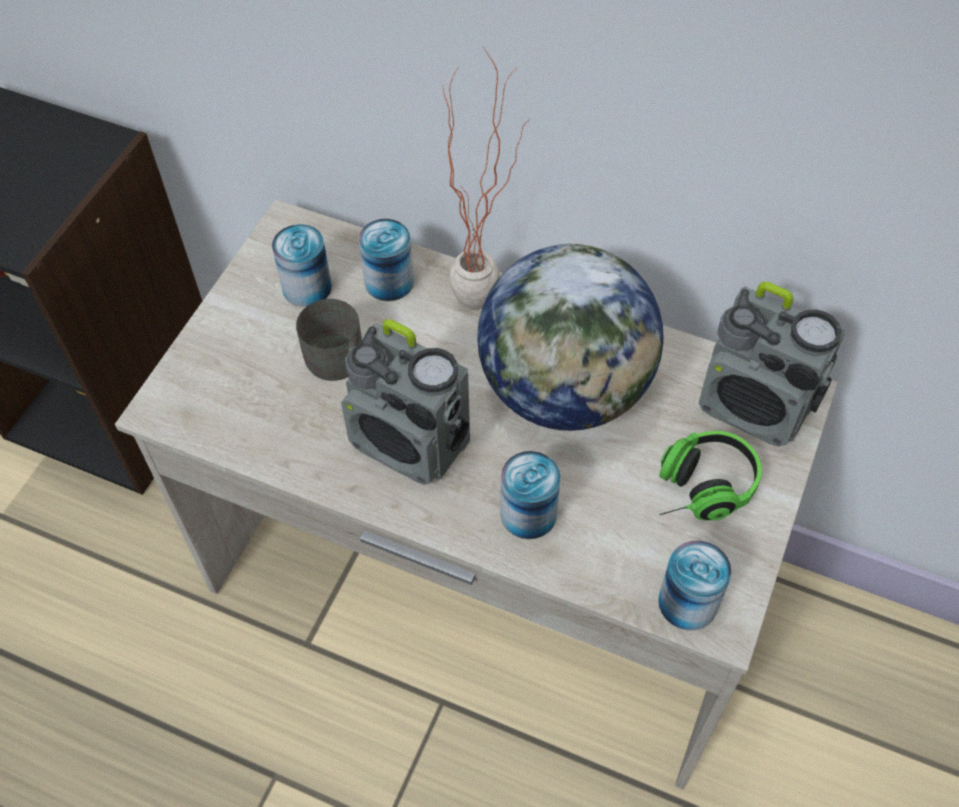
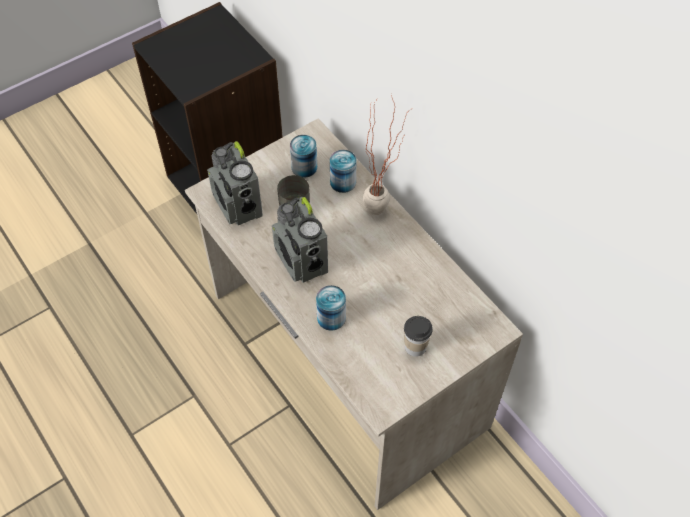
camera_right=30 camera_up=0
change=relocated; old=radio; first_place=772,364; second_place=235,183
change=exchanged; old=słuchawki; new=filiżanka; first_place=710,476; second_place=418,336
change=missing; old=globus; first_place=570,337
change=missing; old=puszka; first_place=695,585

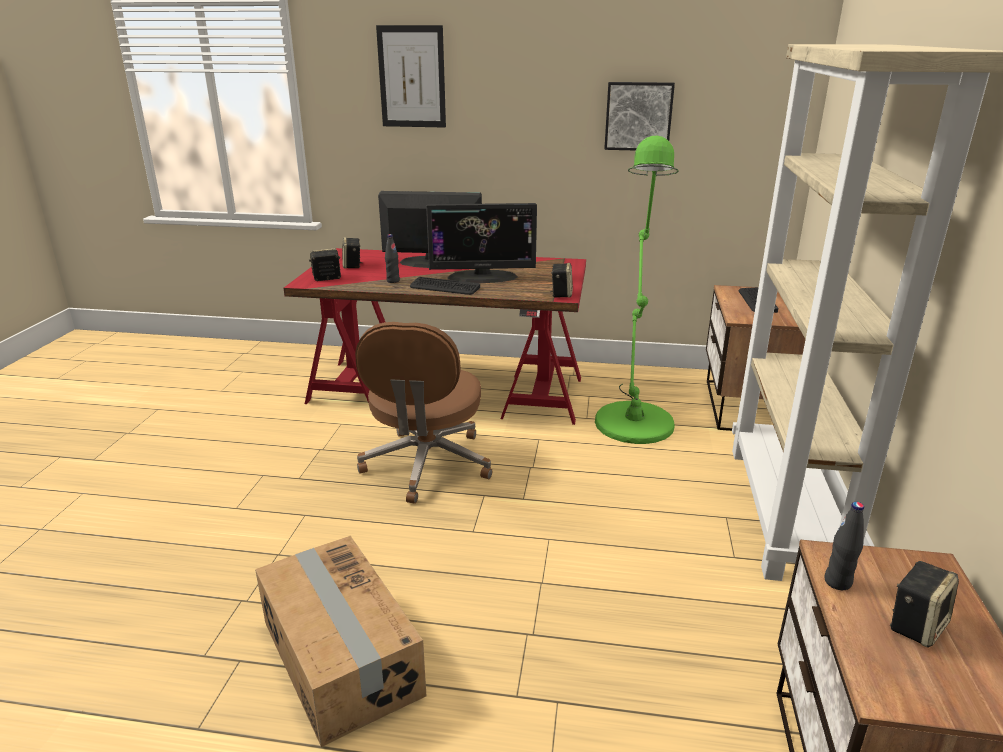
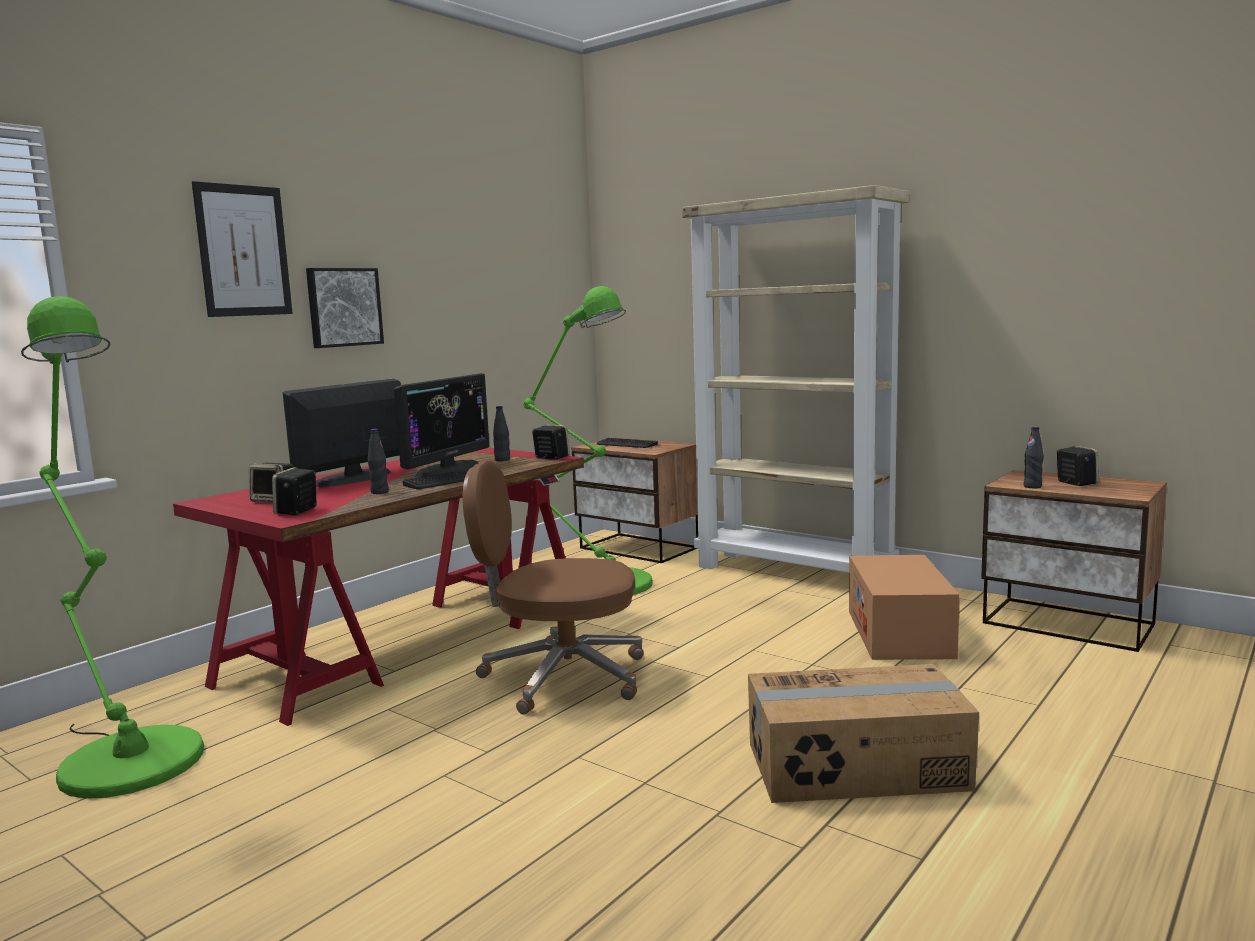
camera_right=-60 camera_up=-15
change=appeared; new=lampa stojąca (zielony); second_place=112,547
change=relocated; old=obraz; first_place=639,116; second_place=345,308
change=spun; old=krzesło biurowe (brązowy); first_place=423,413; second_place=553,587; degrees=150
change=appeared; new=butelka (czarny); second_place=501,433
change=appeared; new=karton; second_place=904,607

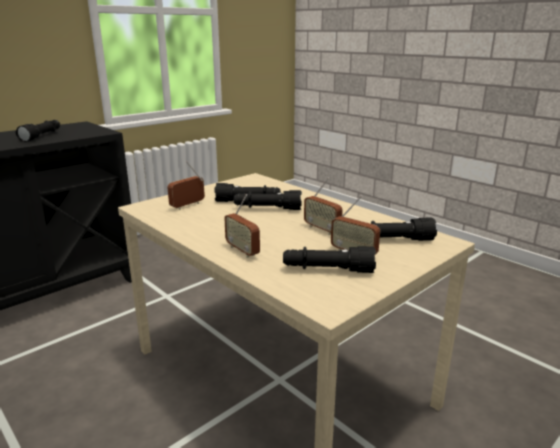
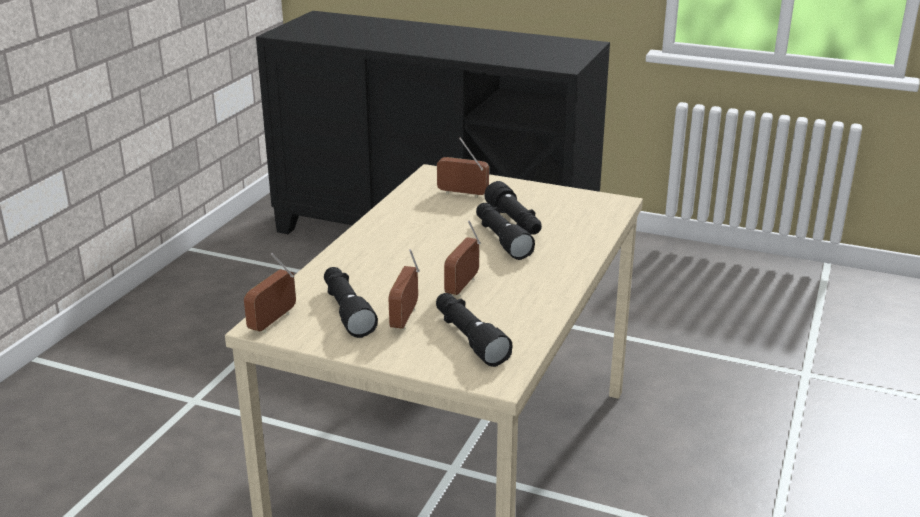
camera_right=65 camera_up=5
change=relocated; old=radio; first_place=242,226; second_place=270,293
change=missing; old=latarka (czarny); first_place=38,131

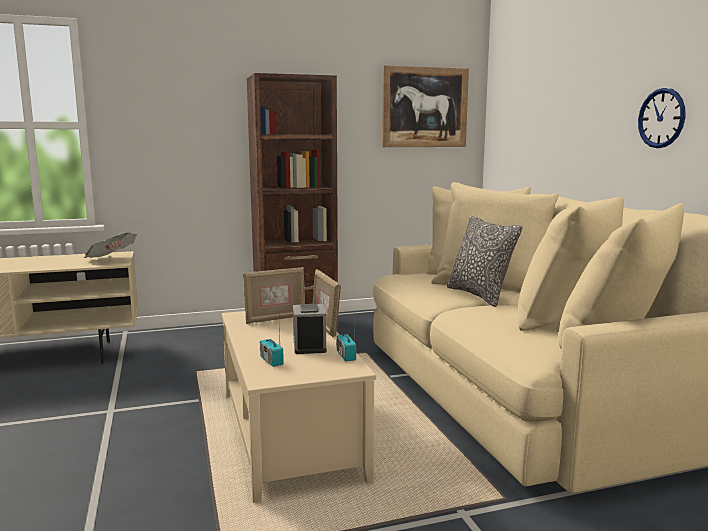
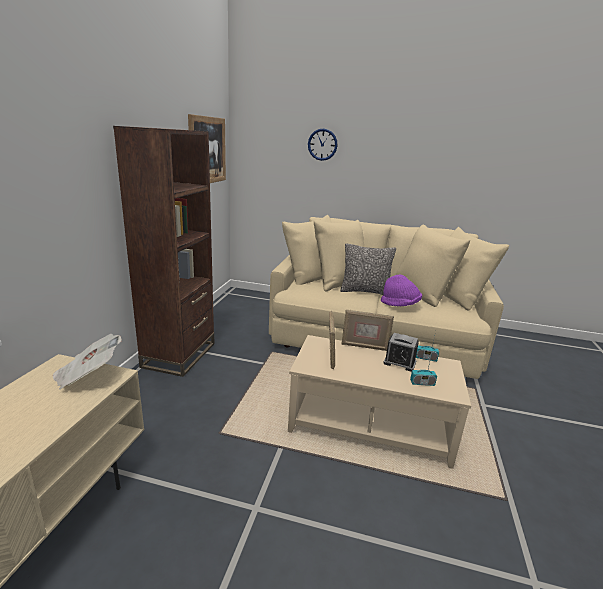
camera_right=-60 camera_up=10
change=relocated; old=zegar ścienny; first_place=661,118; second_place=322,144
change=appeared; new=kapelusz (fioletowy); second_place=401,290

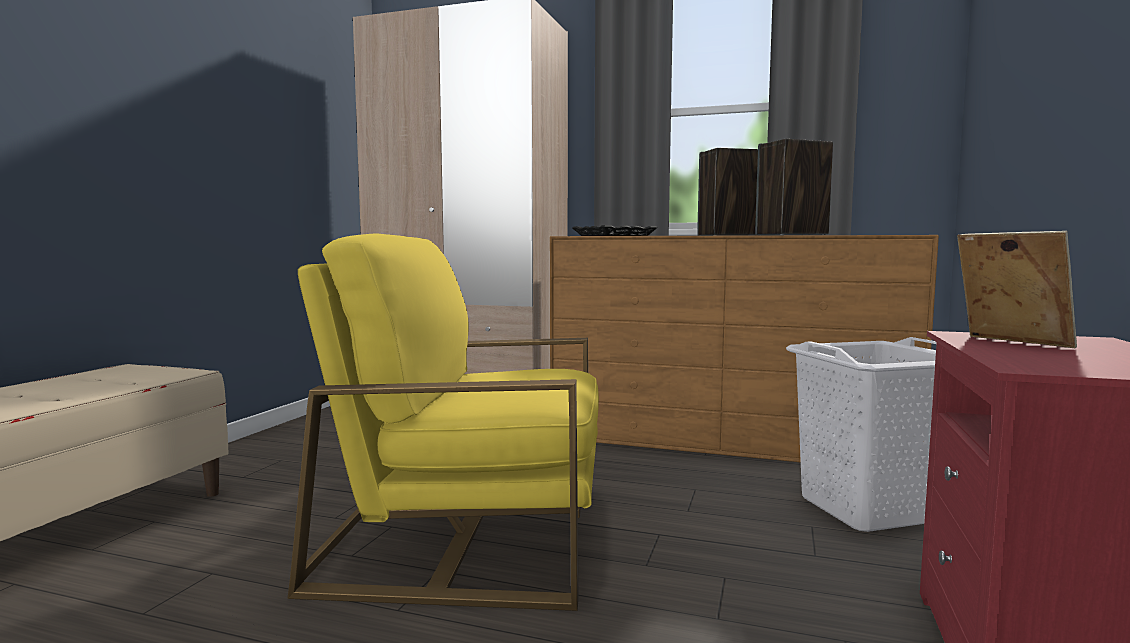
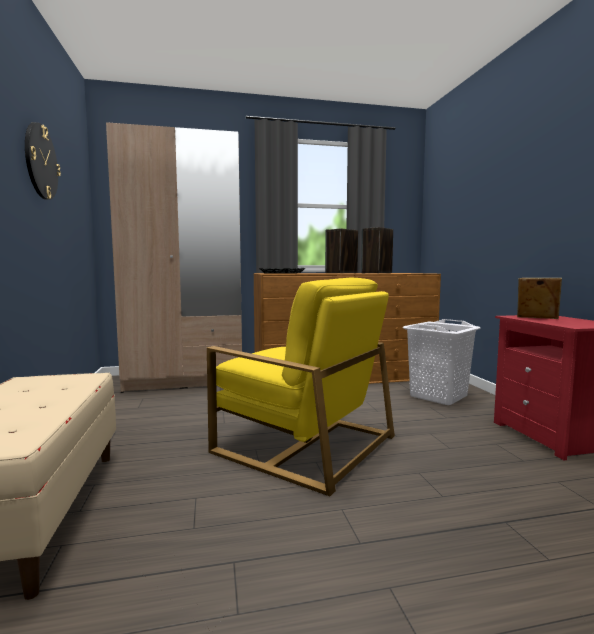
camera_right=-30 camera_up=0
change=appeared; new=zegar ścienny; second_place=43,161
change=spun; old=fotel (żółty); first_place=443,422; second_place=301,386; degrees=-120

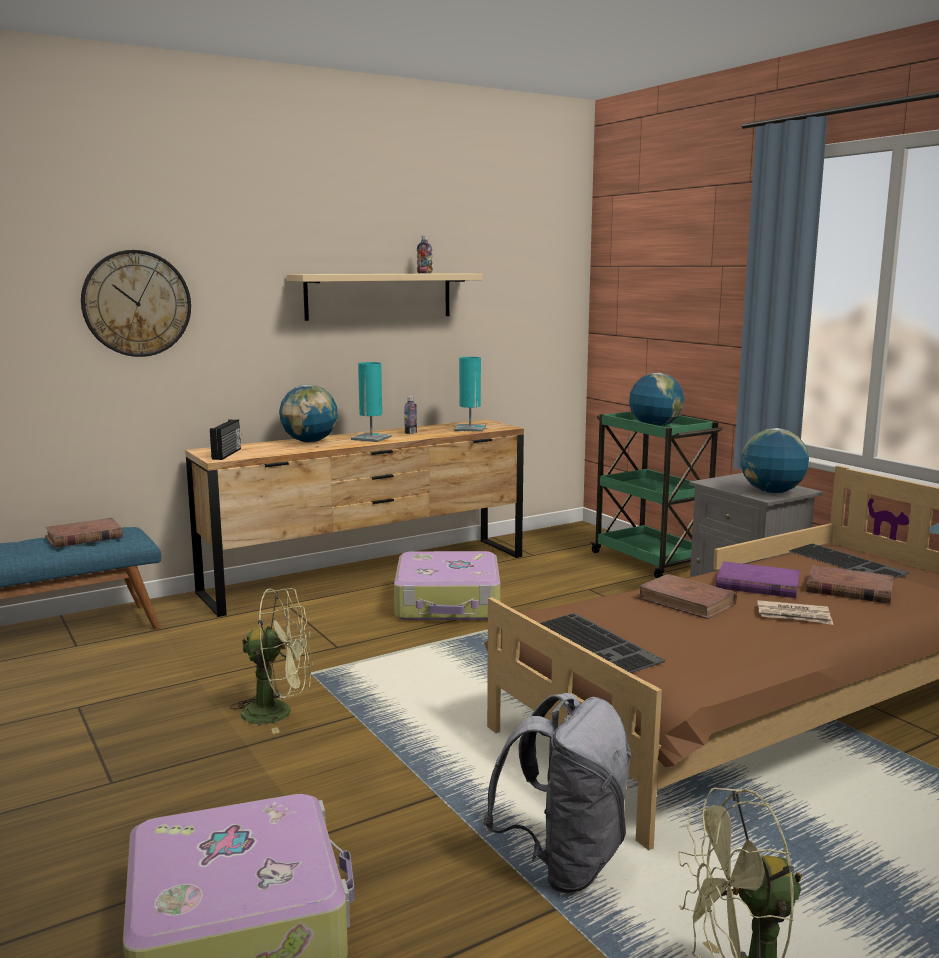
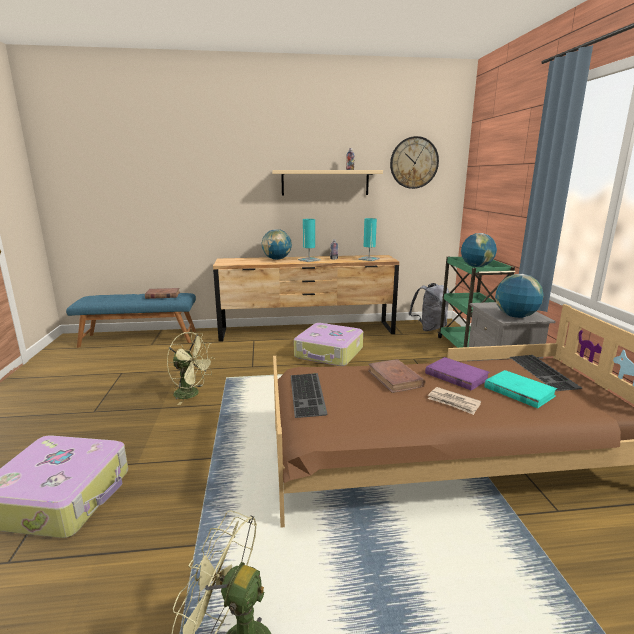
camera_right=25 camera_up=5
change=relocated; old=zegar ścienny; first_place=136,303; second_place=414,162
change=relocated; old=plecak (szary); first_place=557,793; second_place=429,307
change=colour; old=książka (brązowy); new=książka (turkusowy); first_place=850,584; second_place=520,389
change=missing; old=radio; first_place=225,440

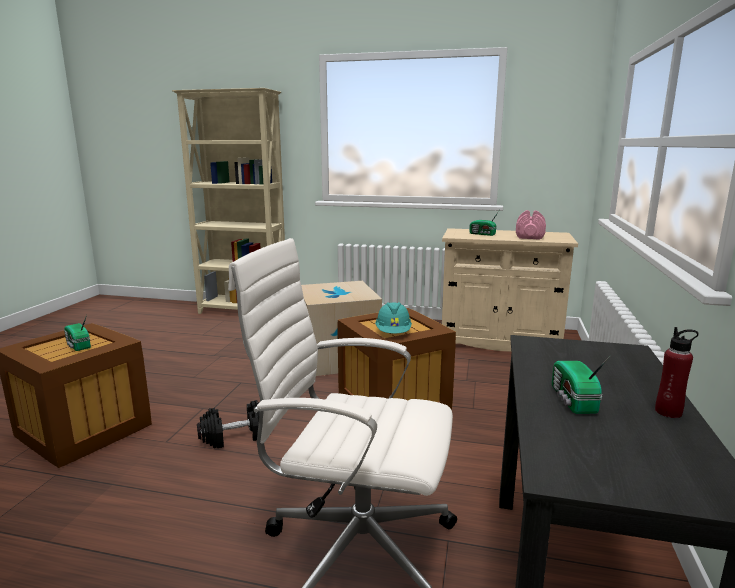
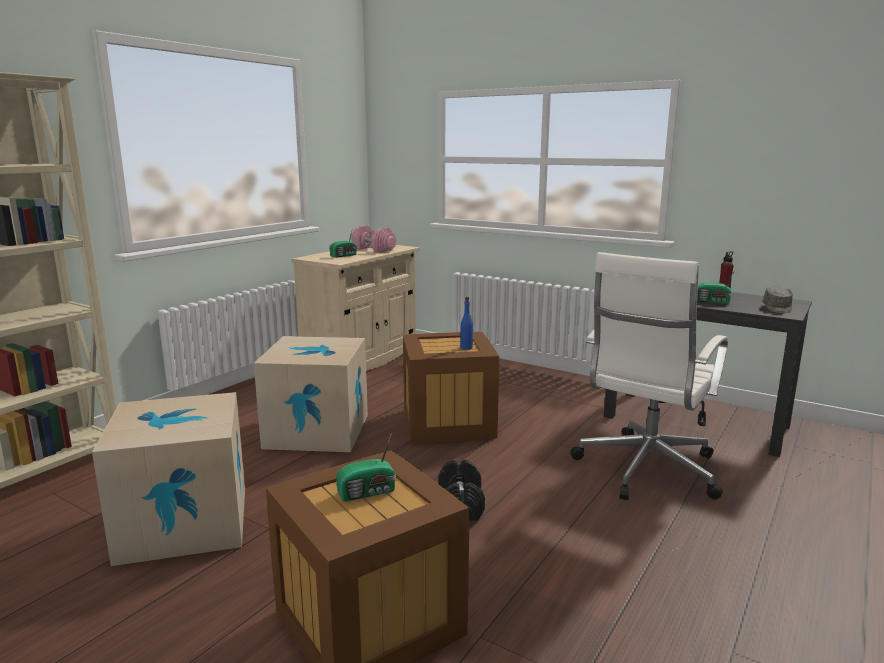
camera_right=-70 camera_up=0
change=appeared; new=karton; second_place=168,479
change=exchanged; old=kask (turkusowy); new=butelka (niebieski); first_place=393,318; second_place=466,323
change=appeared; new=czapka z daszkiem (szary); second_place=778,299

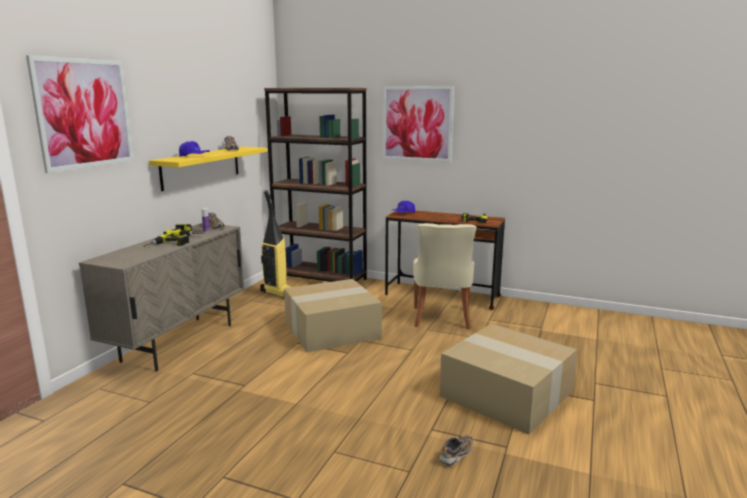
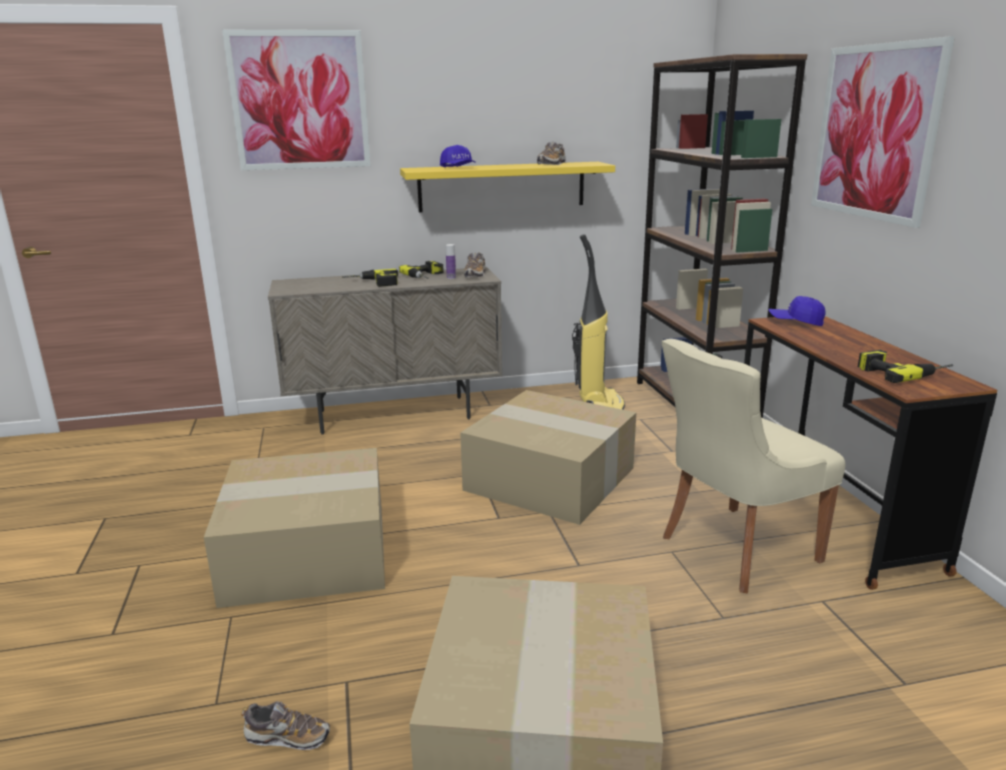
camera_right=55 camera_up=5
change=appeared; new=karton; second_place=294,528

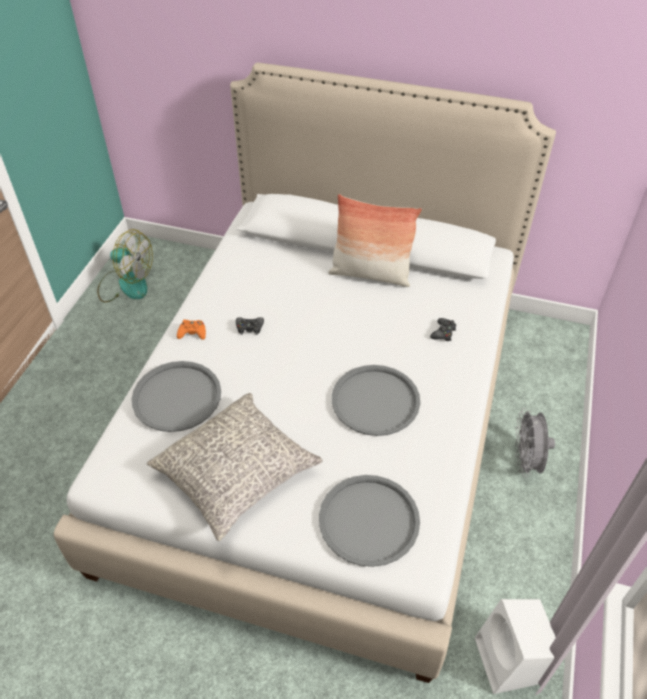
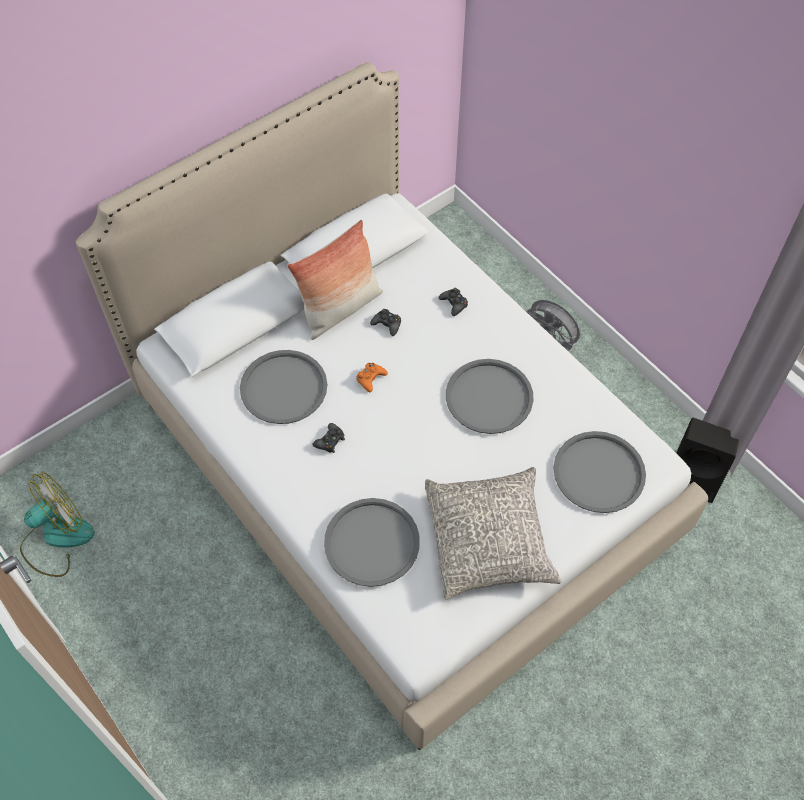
camera_right=-55 camera_up=10
change=appeared; new=taca (szary); second_place=283,387
change=relocated; old=pad do gier (pomarańczowy); first_place=191,330; second_place=372,378
change=appeared; new=pad do gier (czarny); second_place=385,322
change=colour; old=głośnik (biały); new=głośnik (czarny); first_place=515,646; second_place=708,460

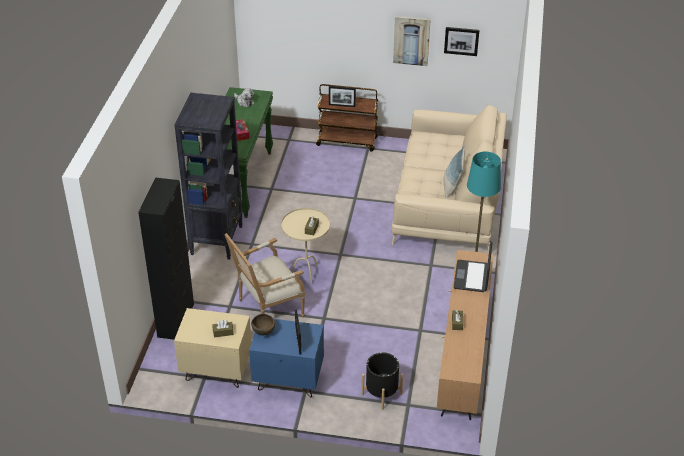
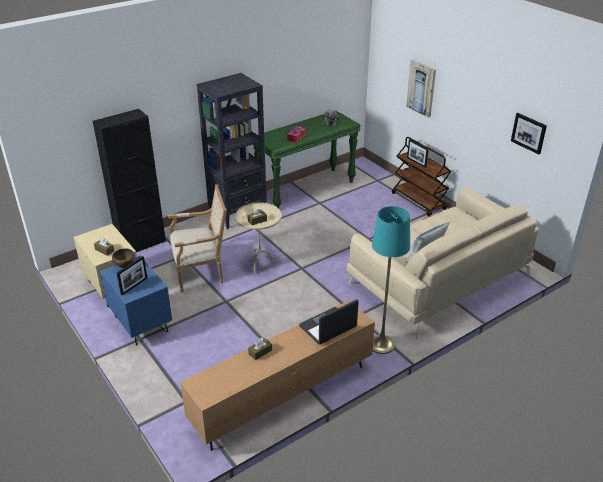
camera_right=45 camera_up=-5
change=spun; old=fotel; first_place=264,275; second_place=197,238; degrees=150
change=relocated; old=obraz; first_place=412,41; second_place=421,89
change=missing; old=donica (czarny); first_place=382,381

